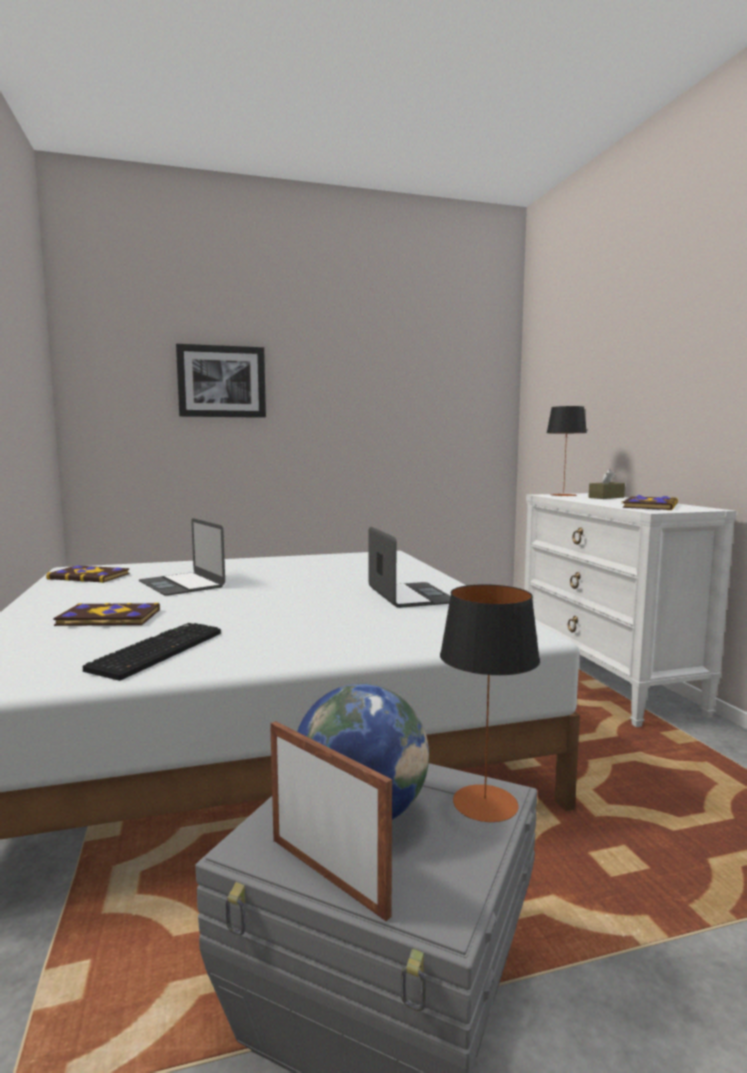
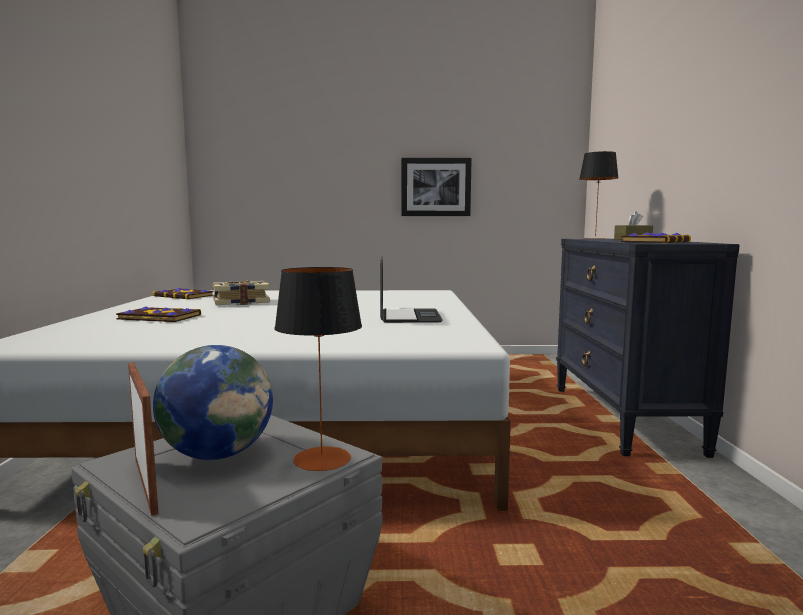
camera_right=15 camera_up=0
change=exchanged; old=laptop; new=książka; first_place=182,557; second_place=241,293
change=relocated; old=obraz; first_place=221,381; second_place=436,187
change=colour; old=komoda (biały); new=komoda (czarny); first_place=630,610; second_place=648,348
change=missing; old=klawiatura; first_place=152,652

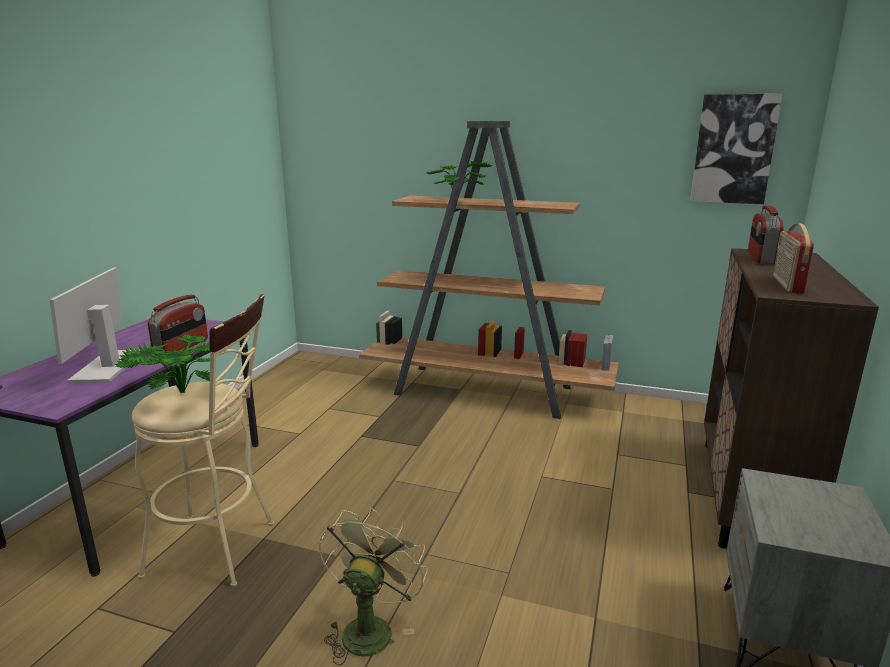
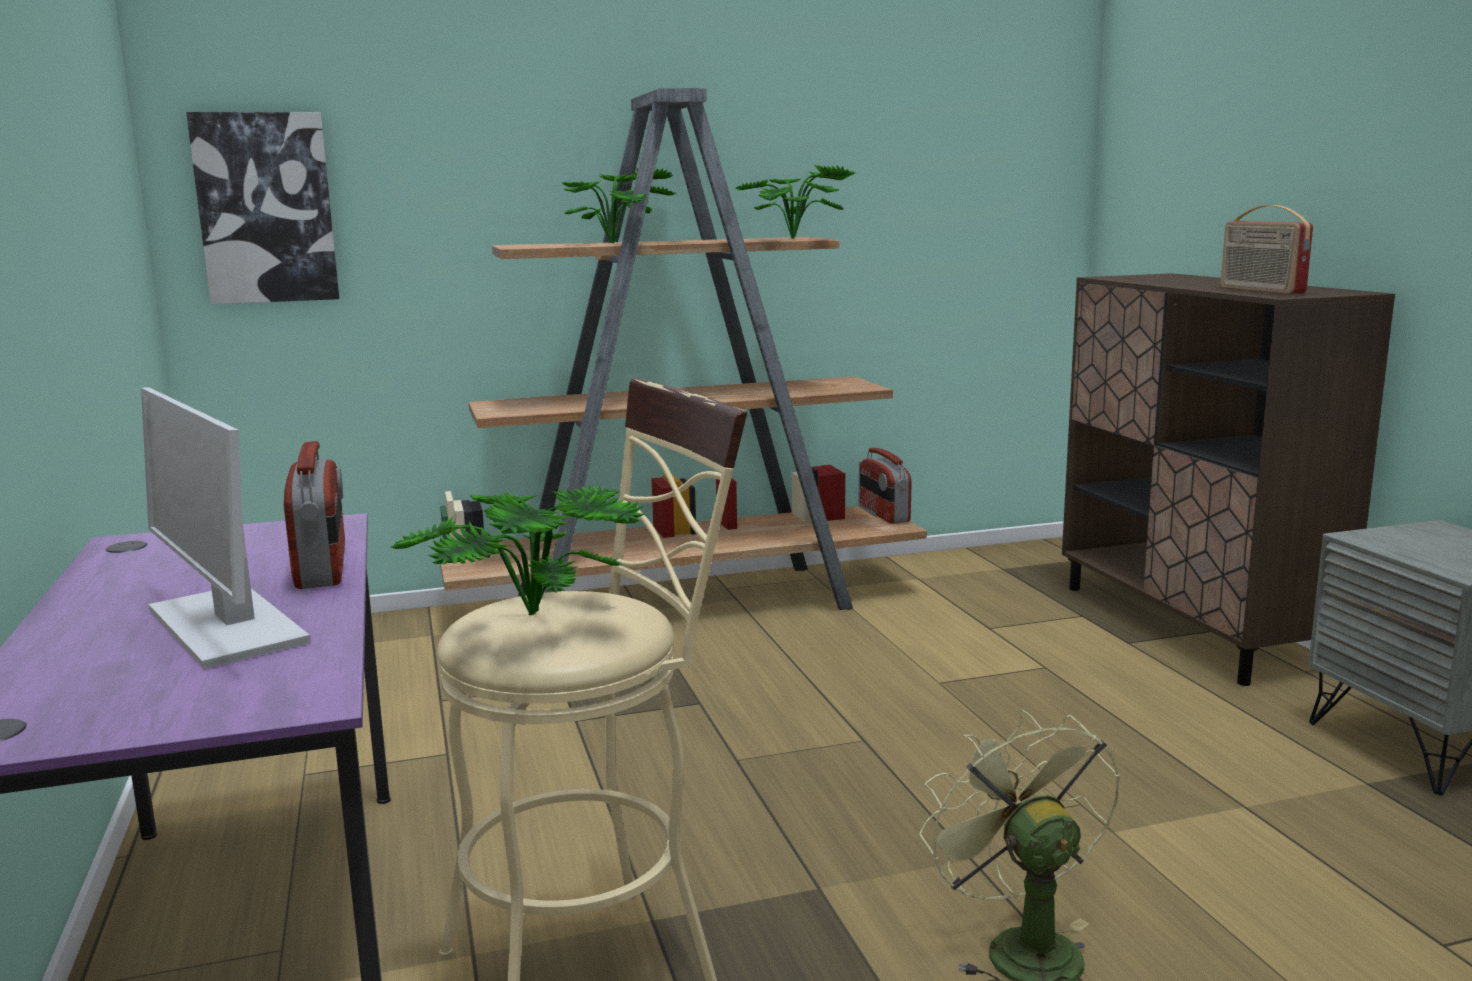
camera_right=-35 camera_up=-5
change=relocated; old=obraz; first_place=736,149; second_place=262,208
change=appeared; new=roślina doniczkowa; second_place=795,202
change=relocated; old=radio; first_place=765,234; second_place=886,486

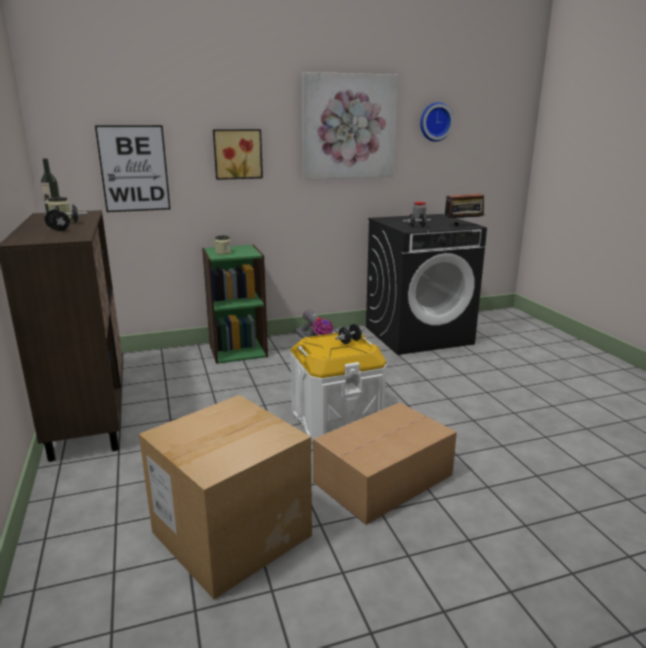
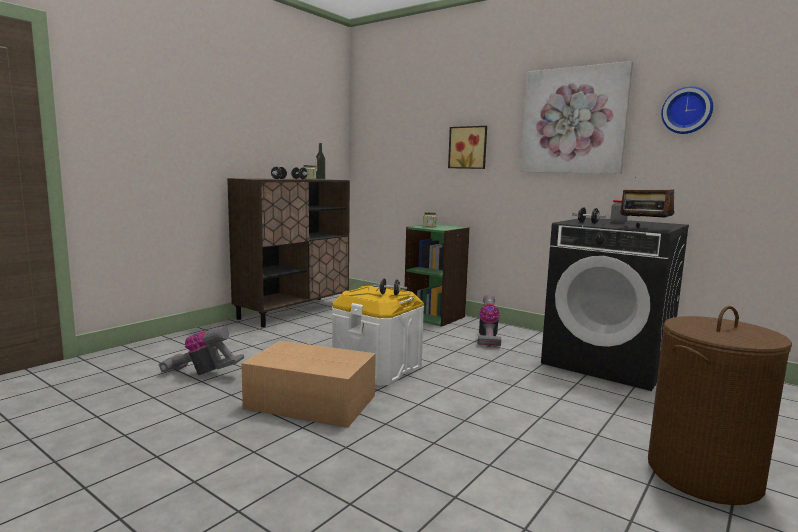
camera_right=55 camera_up=-10
change=exchanged; old=karton; new=odkurzacz; first_place=225,497; second_place=201,351
change=appeared; new=kosz na pranie (brązowy); second_place=720,405
change=missing; old=obraz; first_place=132,168

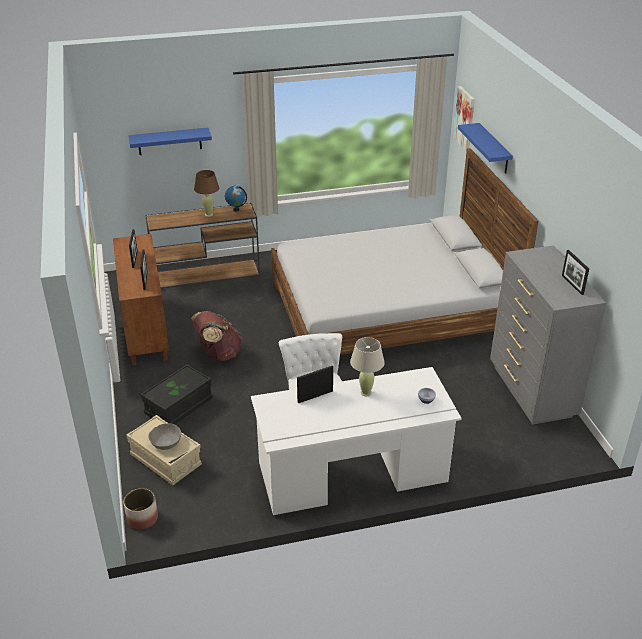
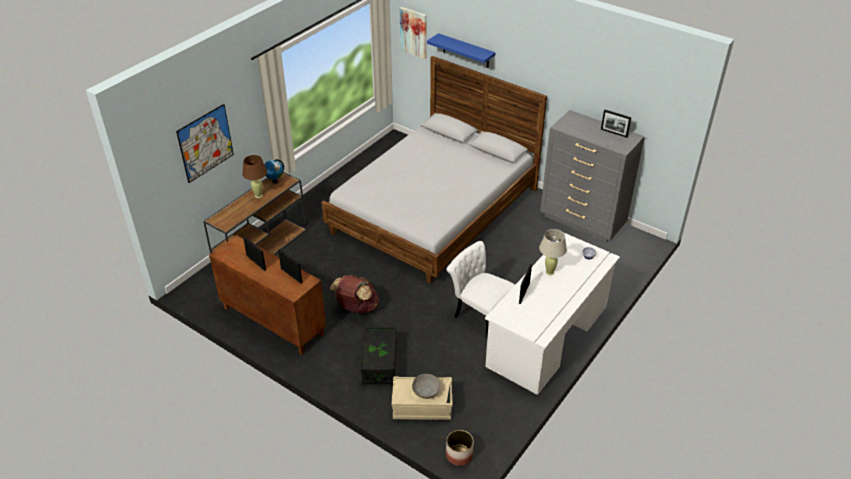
camera_right=-40 camera_up=5
change=exchanged; old=półka (niebieski); new=obraz; first_place=170,141; second_place=205,143

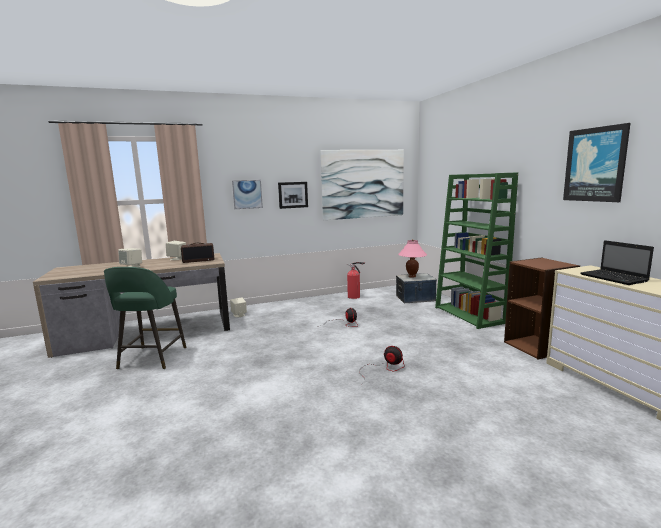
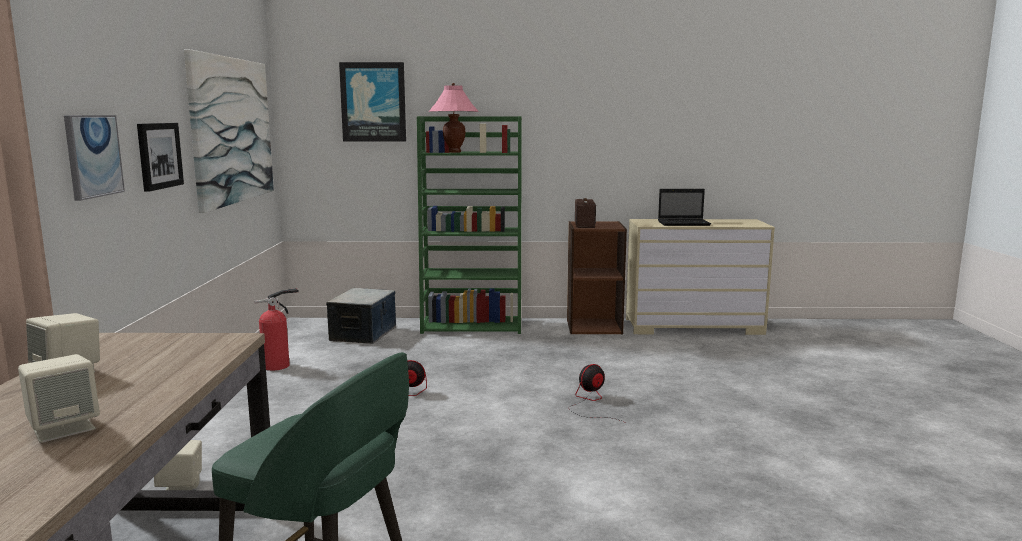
camera_right=-70 camera_up=0
change=relocated; old=obraz; first_place=596,162; second_place=372,101
change=relocated; old=lampa stołowa (różowy); first_place=412,258; second_place=454,118
change=relocated; old=radio; first_place=197,253; second_place=585,213

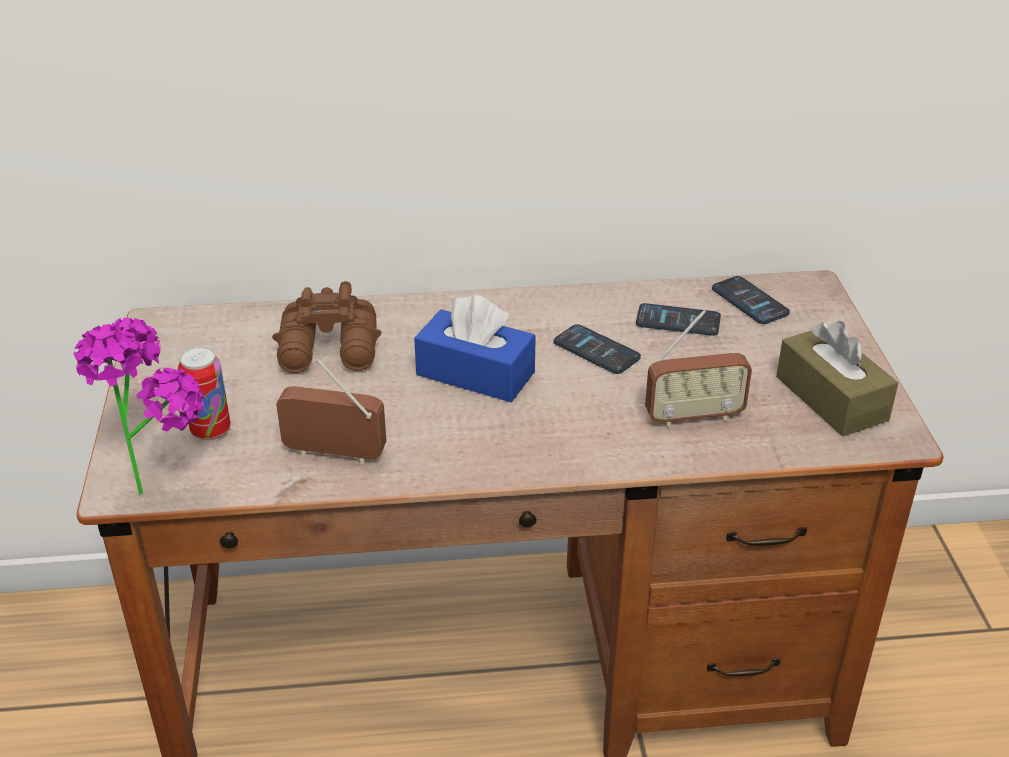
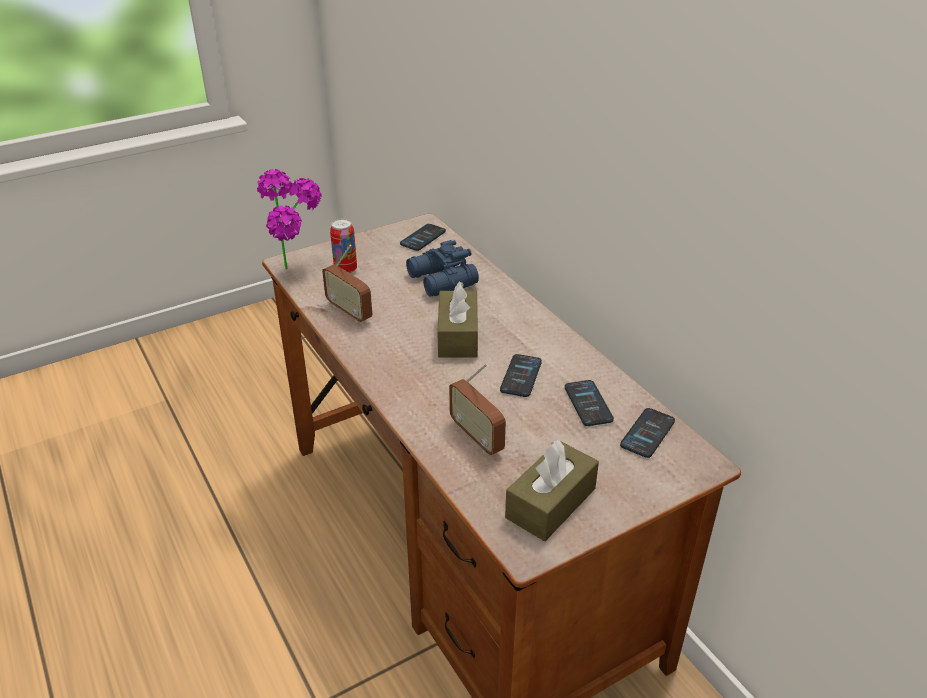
camera_right=65 camera_up=0
change=spun; old=radio; first_place=331,411; second_place=347,284; degrees=150
change=appeared; new=telefon; second_place=423,237
change=colour; old=lornetka (brązowy); new=lornetka (niebieski); first_place=326,327; second_place=442,268
change=colour; old=pudełko chusteczek (niebieski); new=pudełko chusteczek (brązowy); first_place=475,348; second_place=457,319

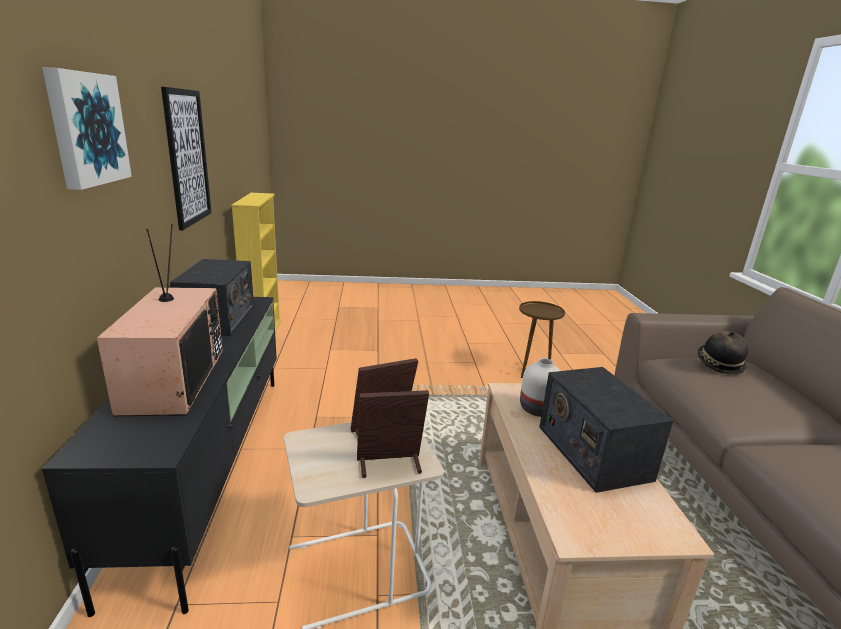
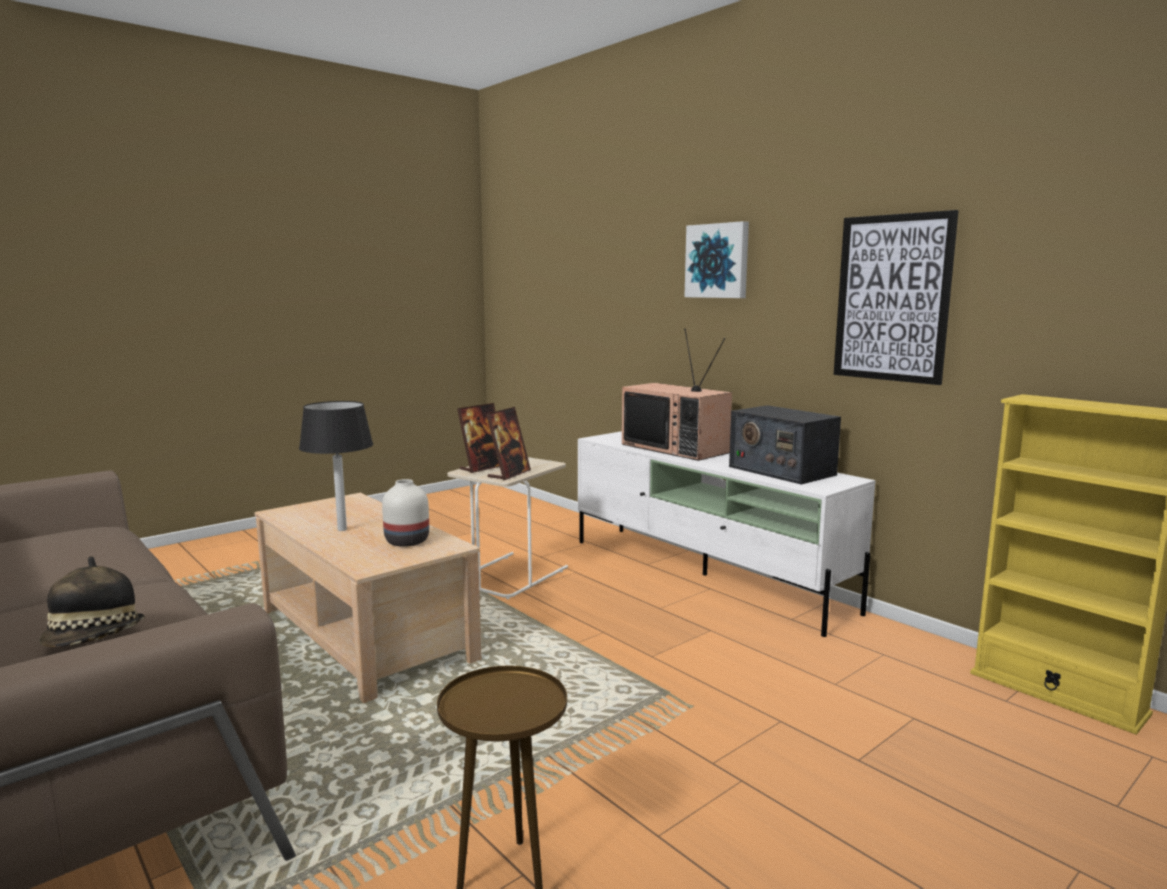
camera_right=145 camera_up=-10
change=exchanged; old=radio; new=lampa stołowa (czarny); first_place=606,430; second_place=336,466
change=colour; old=szafka pod telewizor (czarny); new=szafka pod telewizor (biały); first_place=159,457; second_place=727,534

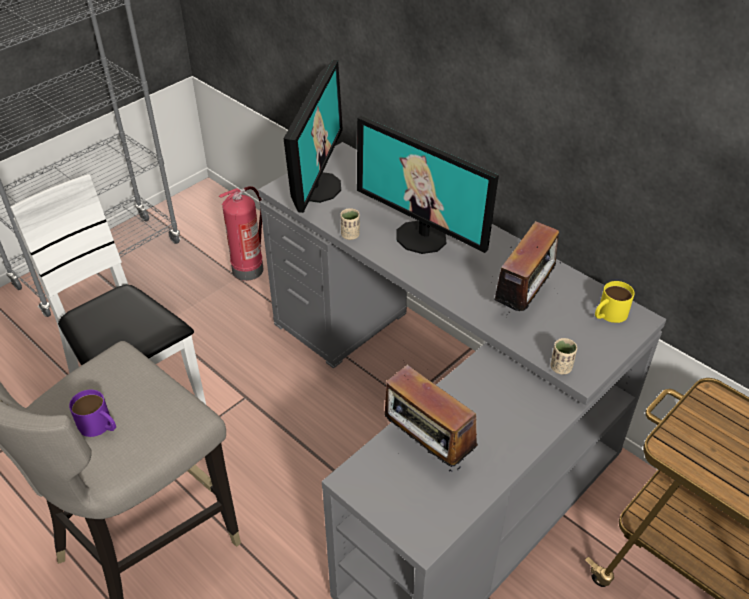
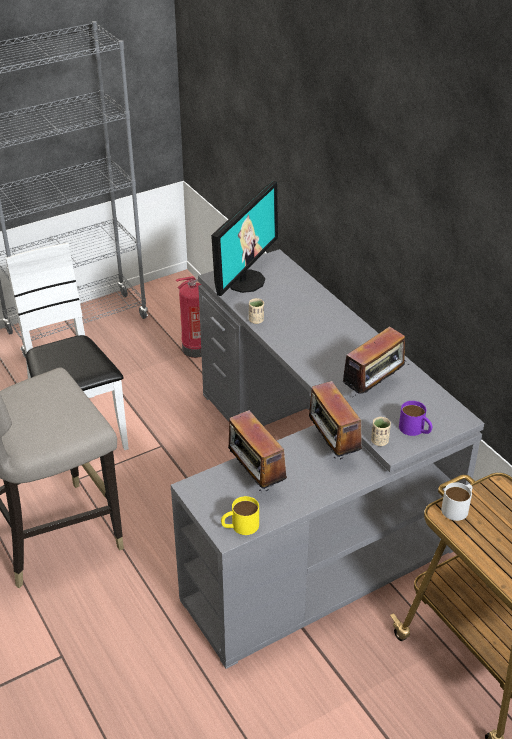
camera_right=15 camera_up=-5
change=relocated; old=kubek (żółty); first_place=615,302; second_place=240,515
change=appeared; new=radio; second_place=333,420
change=relocated; old=kubek (fioletowy); first_place=92,413; second_place=415,418
change=appeared; new=kubek (biały); second_place=456,501
change=missing; old=monitor; first_place=428,185

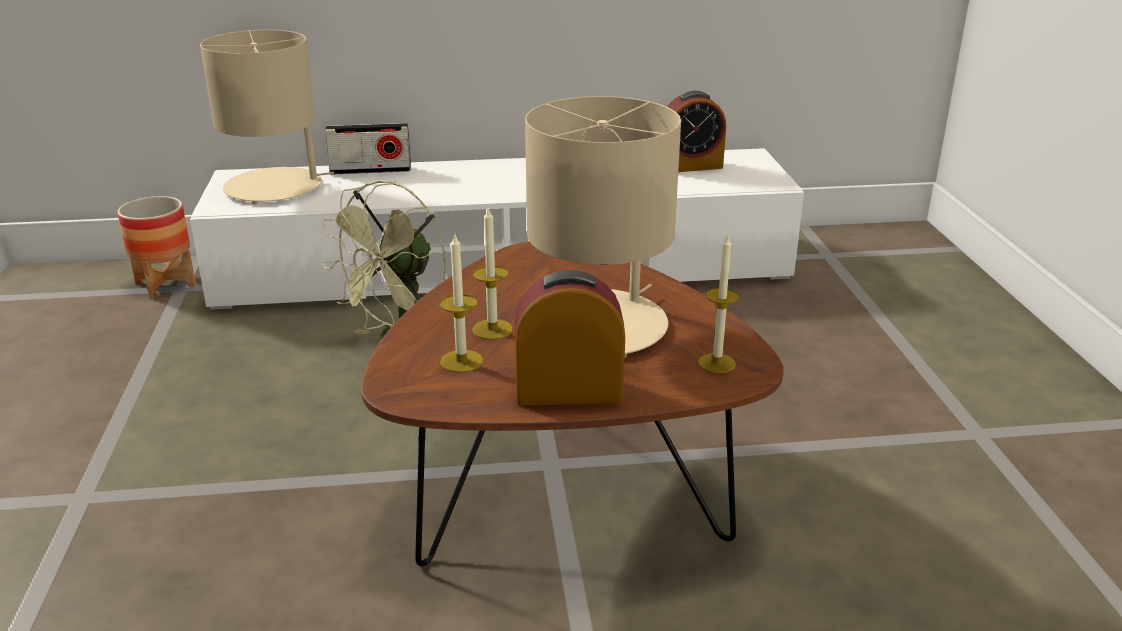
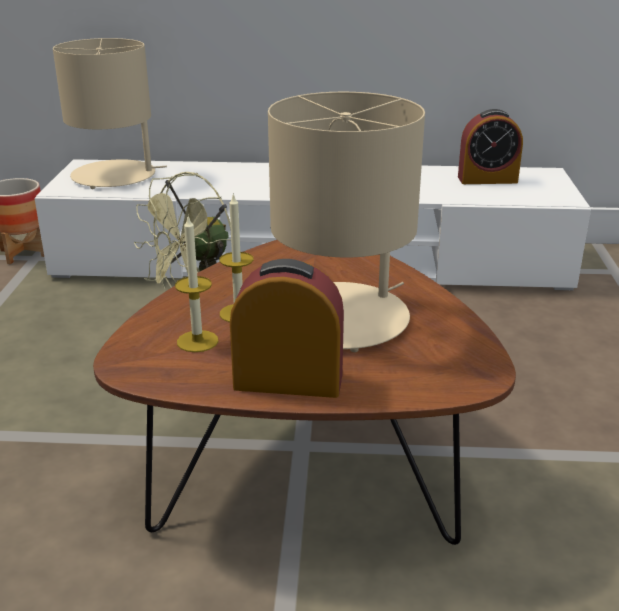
camera_right=10 camera_up=0
change=missing; old=radio; first_place=368,149
change=missing; old=świeca; first_place=718,304

